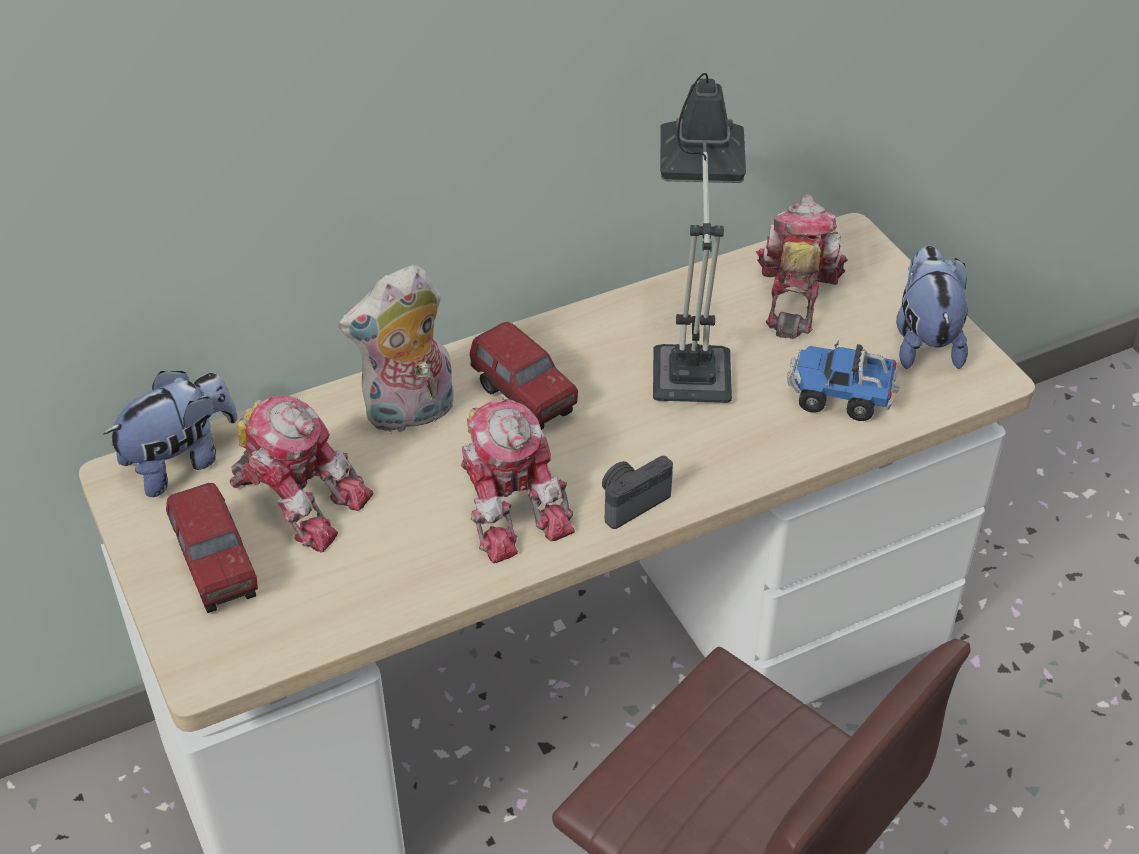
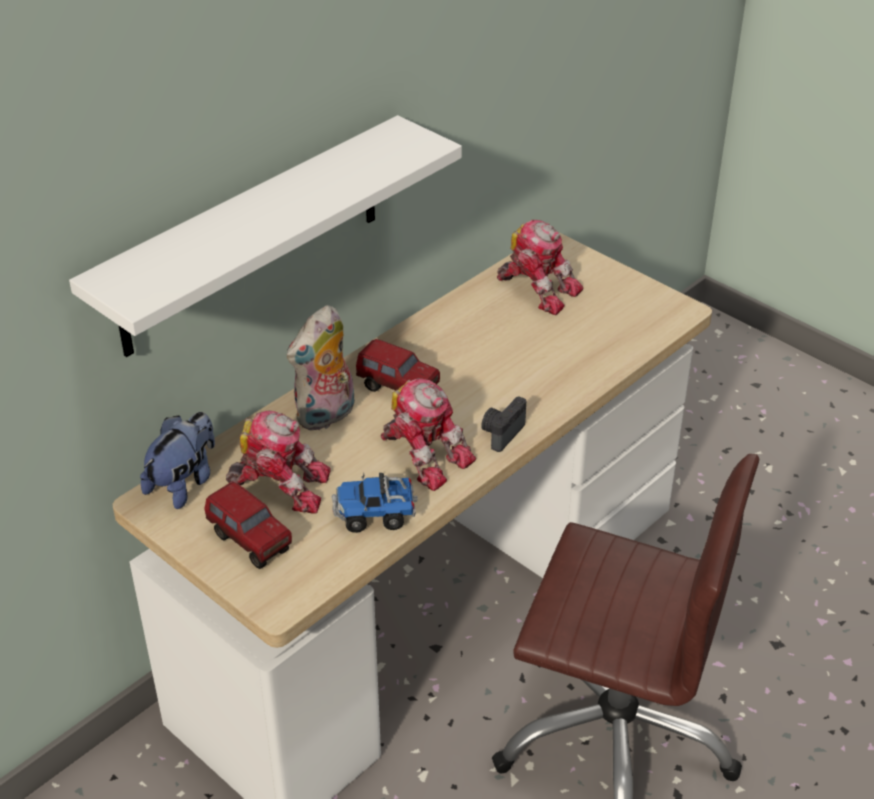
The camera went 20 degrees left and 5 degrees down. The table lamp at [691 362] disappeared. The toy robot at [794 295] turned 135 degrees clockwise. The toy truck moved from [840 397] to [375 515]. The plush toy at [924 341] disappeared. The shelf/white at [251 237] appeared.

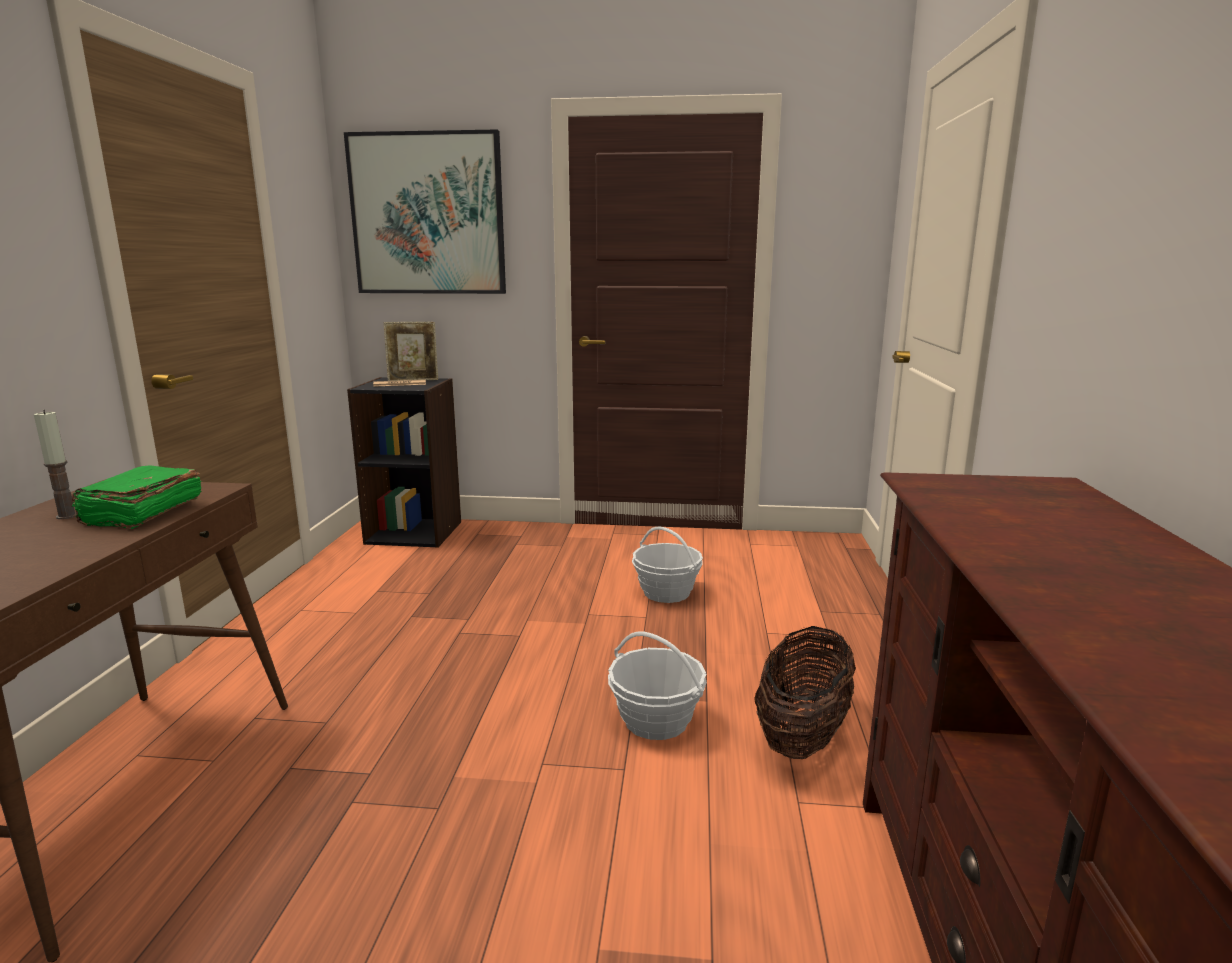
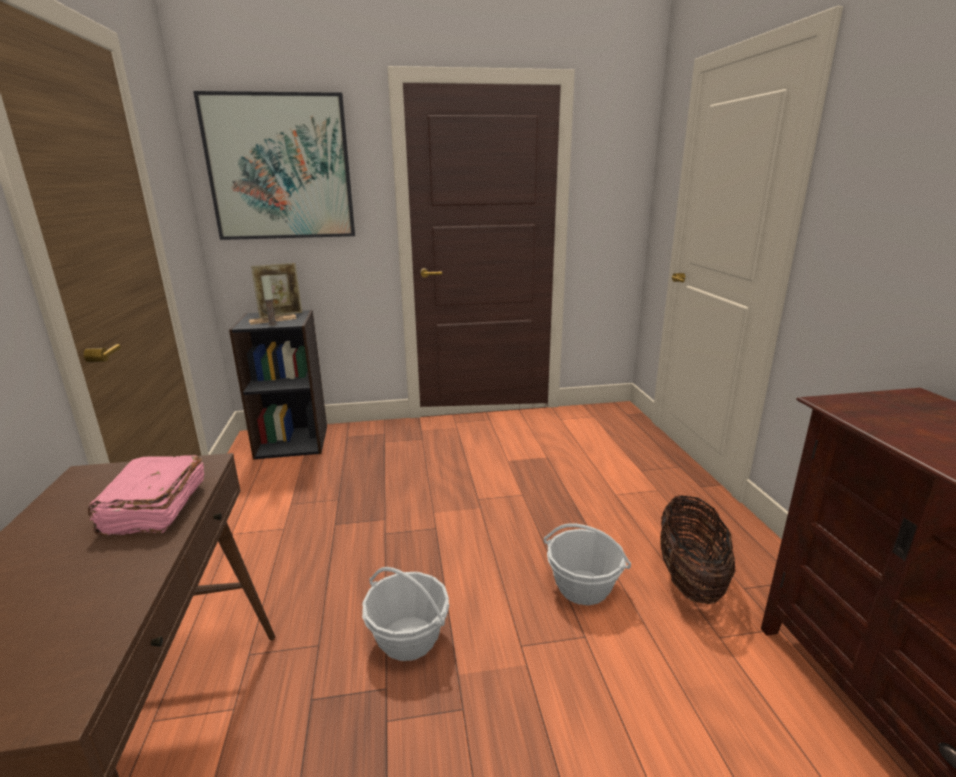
The camera went 15 degrees left and 5 degrees up. The candle moved from [67 516] to [272 324]. The book/green at [141 513] became the book/pink at [154 509]. The basket moved from [666 593] to [408 638].

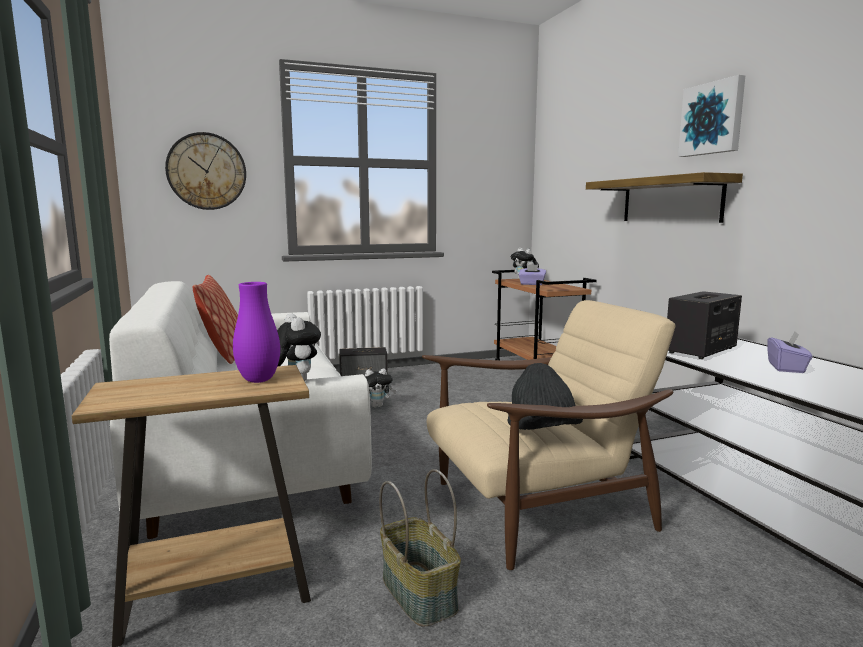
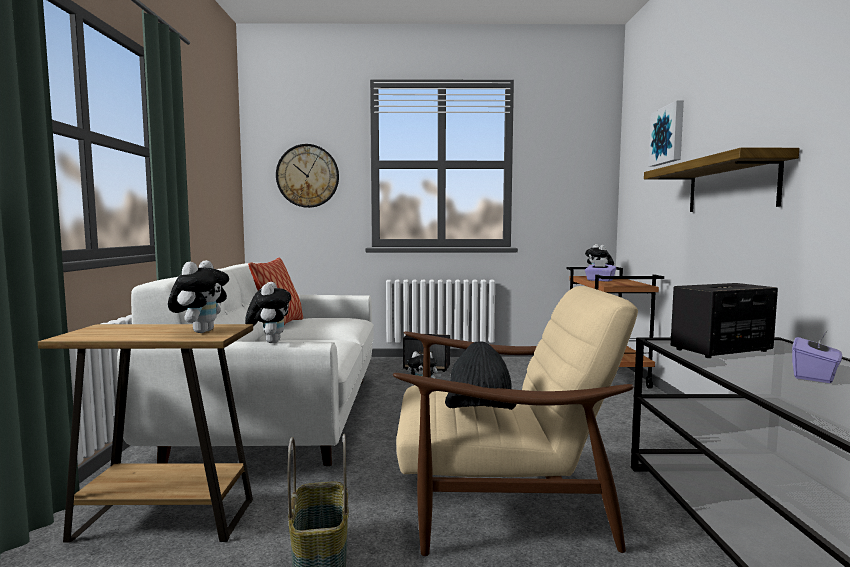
The camera went 20 degrees right and 5 degrees down. The vase/purple at [258 380] was replaced by the plush toy at [201 331]. The picture moved from [712 118] to [668 135].

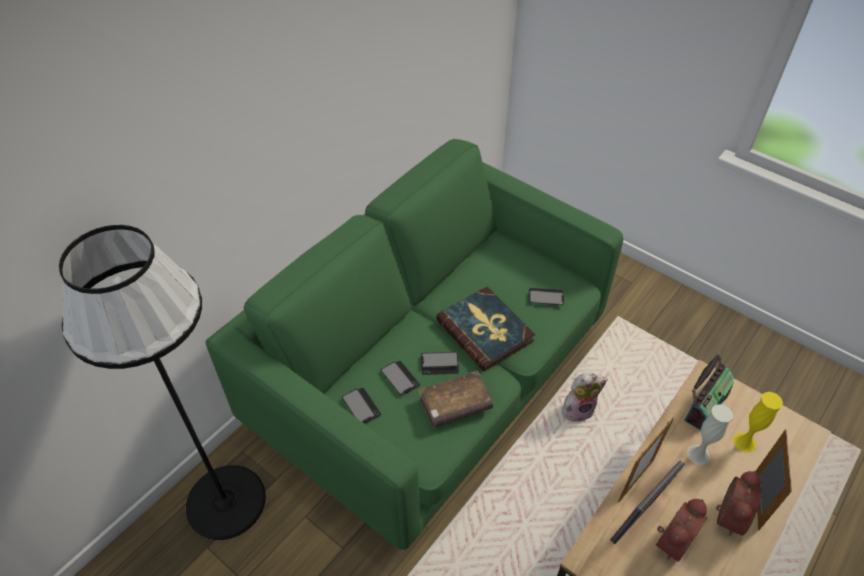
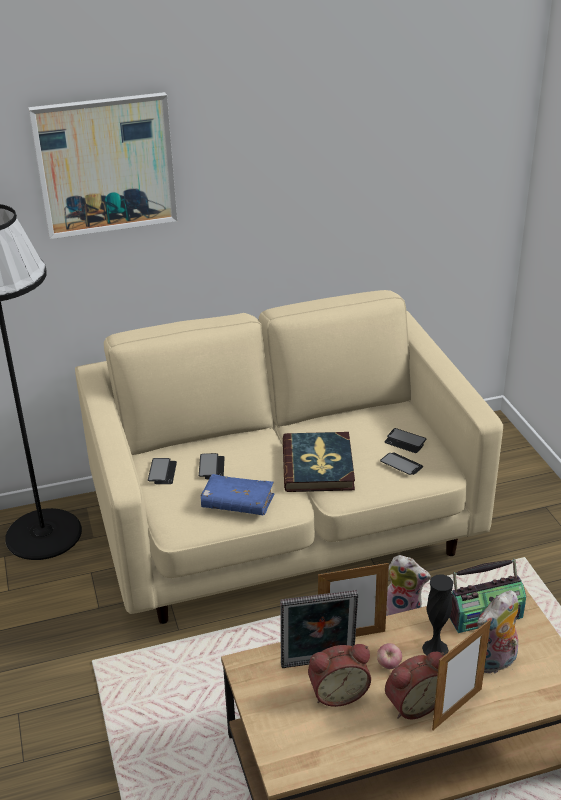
The camera went 35 degrees right and 15 degrees down. The sofa/green at [431 382] became the sofa/beige at [283 529]. The book/brown at [455 405] became the book/blue at [237 503]. The phone moved from [439 364] to [405 442]. The vase/white at [698 454] became the vase/black at [435 649]. The vase/yellow at [744 442] was replaced by the plush toy at [495 663]. The picture at [105 165] appeared. The apple at [389 665] appeared.

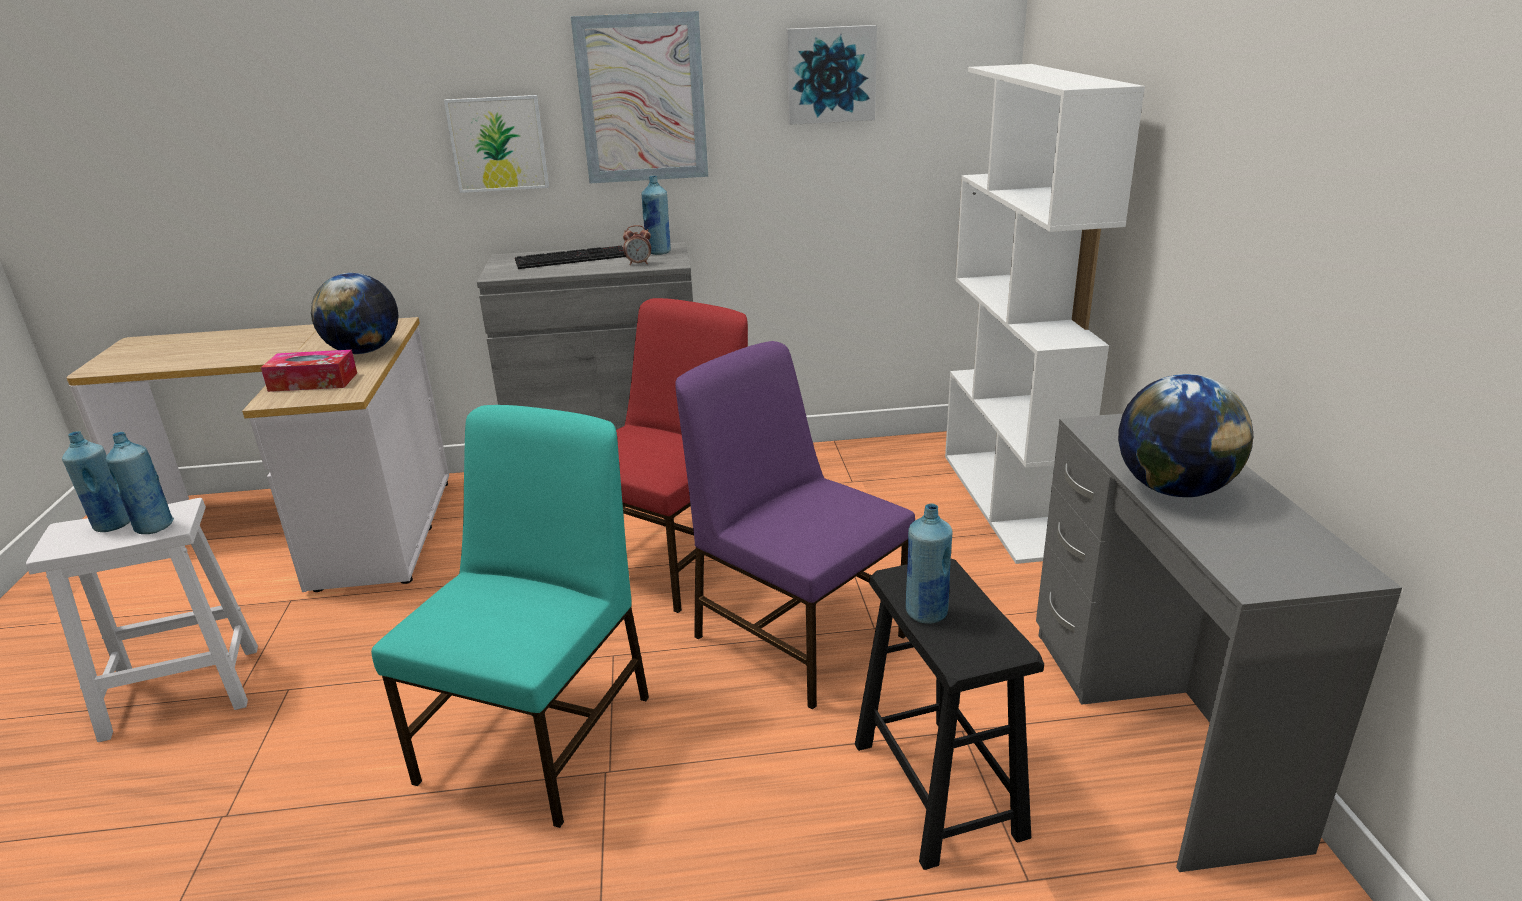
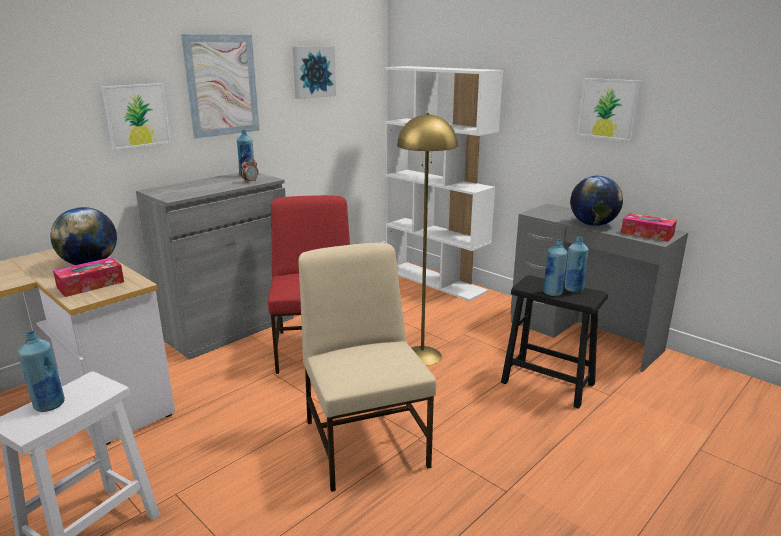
The camera went 40 degrees left and 5 degrees down. The bottle/blue moved from [154 526] to [573 289]. The chair/turquoise at [541 735] became the chair/beige at [366 441]. The keyboard at [572 258] disappeared. The chair/purple at [797 634] was replaced by the floor lamp/yellow at [422 355]. The picture at [608 109] appeared. The tissue box at [647 234] appeared.

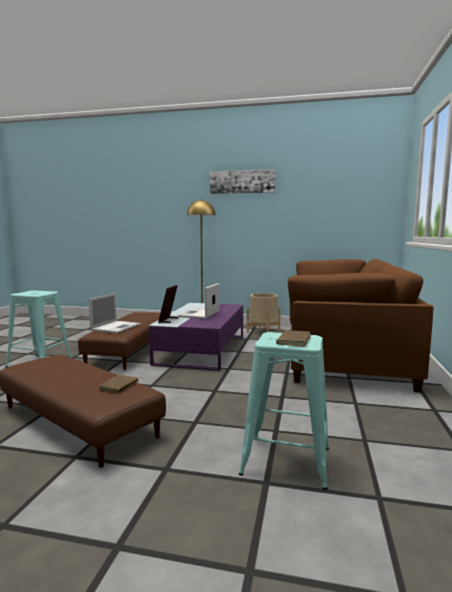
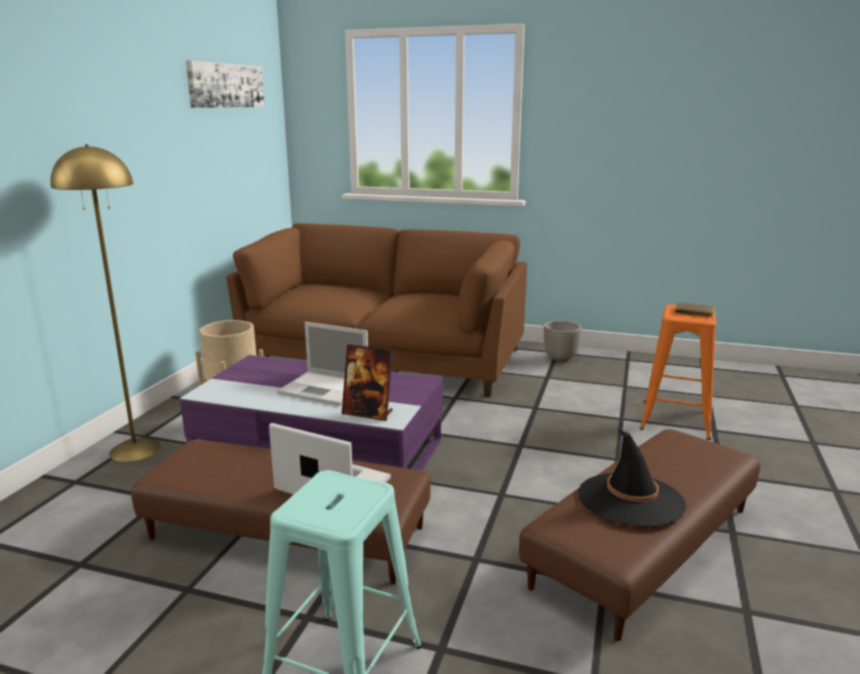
The camera went 85 degrees left and 10 degrees up. The book/brown at [120 386] disappeared. The picture moved from [242 182] to [225 85]. The stool/turquoise at [286 461] became the stool/orange at [676 419]. The planter at [561 358] appeared. The hat/black at [630 500] appeared.

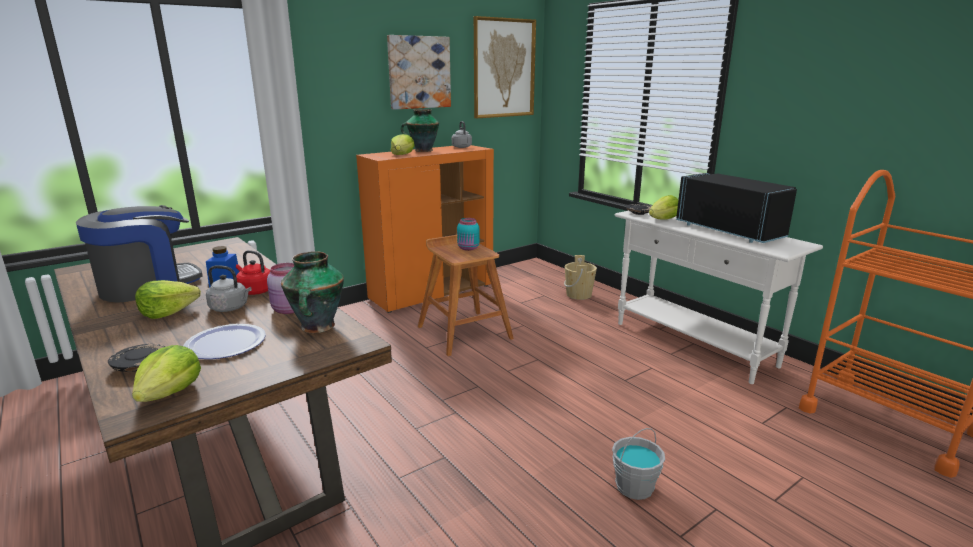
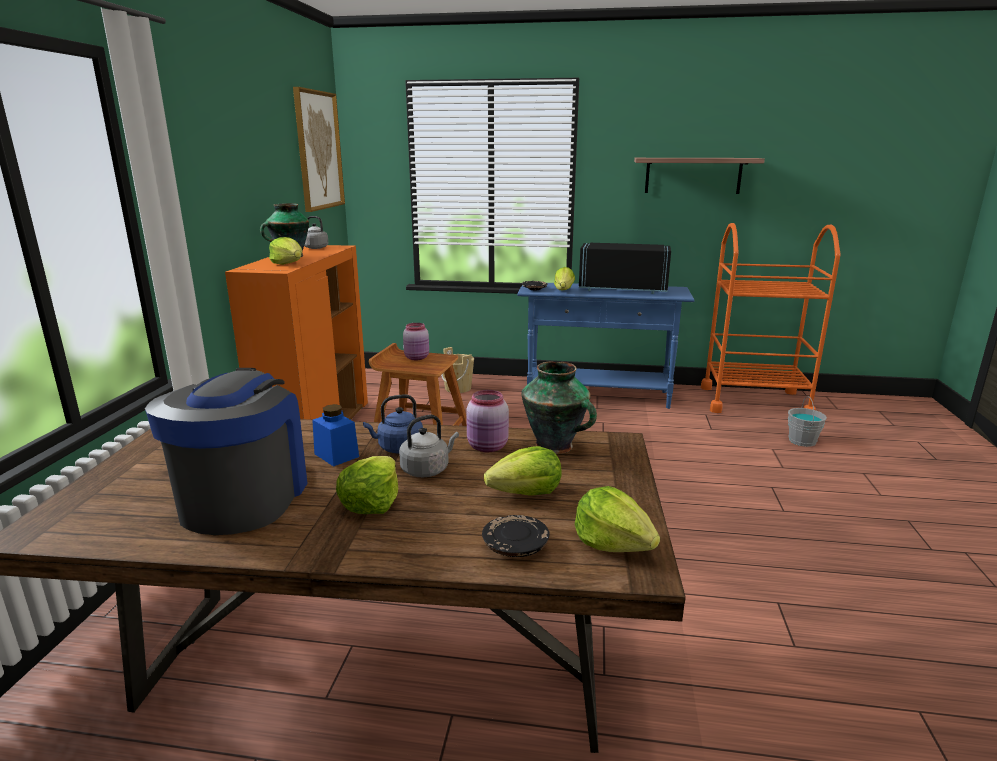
The camera went 45 degrees left and 0 degrees up. The plate at [225 343] was replaced by the lettuce at [526 493]. The kettle/red at [255 291] became the kettle/blue at [398 448]. The picture at [419 72] disappeared. The jar/turquoise at [468 248] became the jar/pink at [417 358]. The bucket/grey moved from [634 487] to [802 441]. The console table/white at [693 344] became the console table/blue at [598 396]. The shelf at [693 175] appeared.

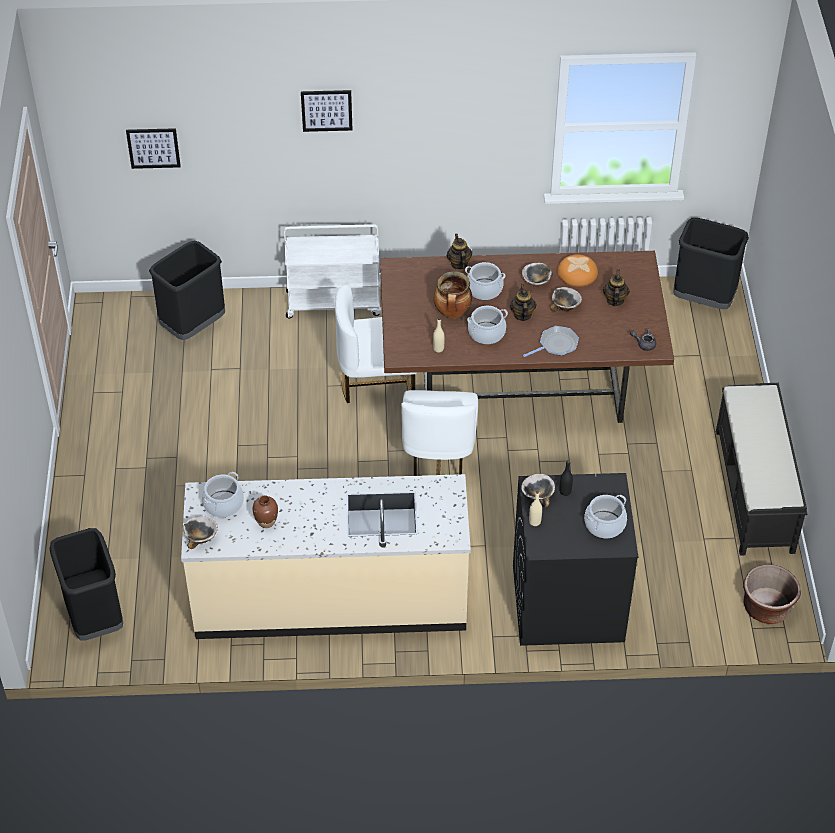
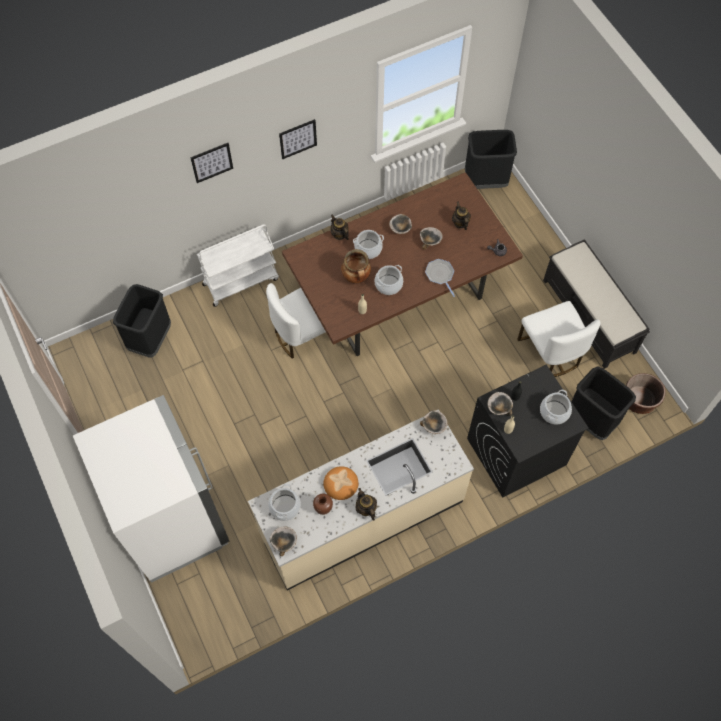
The camera went 25 degrees left and 15 degrees up. The trash can/black moved from [94 618] to [591 420]. The picture moved from [153 148] to [298 139]. The chair/white moved from [438 459] to [551 352]. The teapot moved from [522 315] to [366 509]. The frying pan at [556 345] turned 60 degrees counterclockwise. The bread moved from [577 273] to [340 484]. The fridge/white at [172 520] appeared. The bowl at [434 426] appeared.

